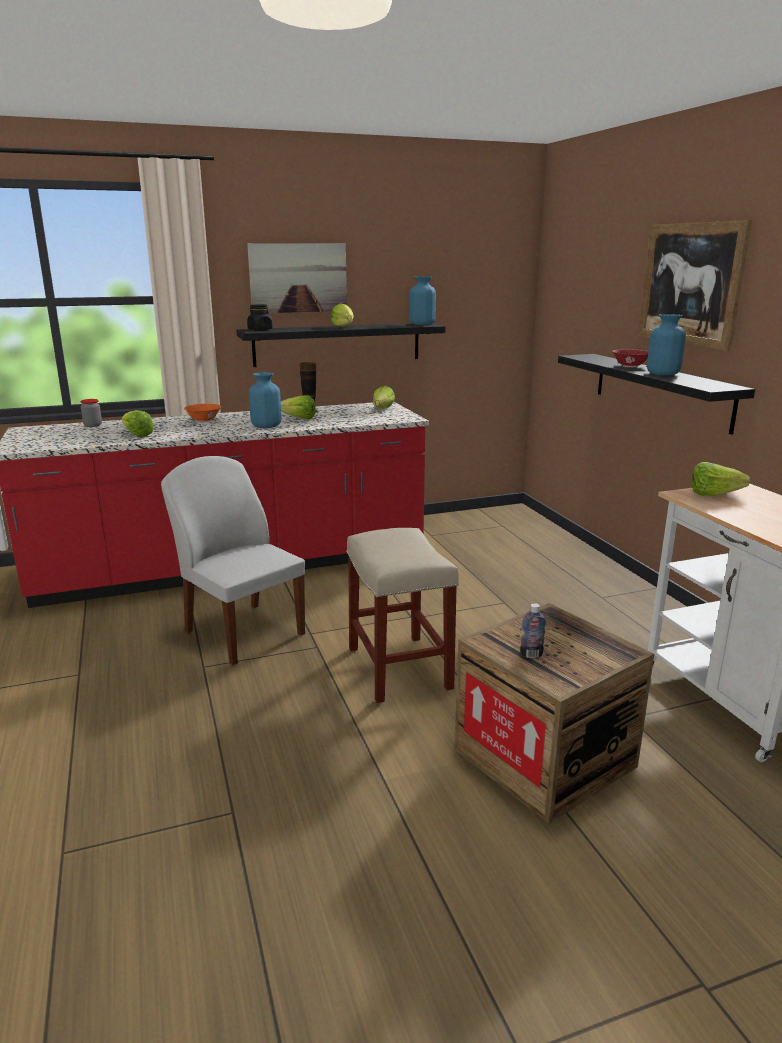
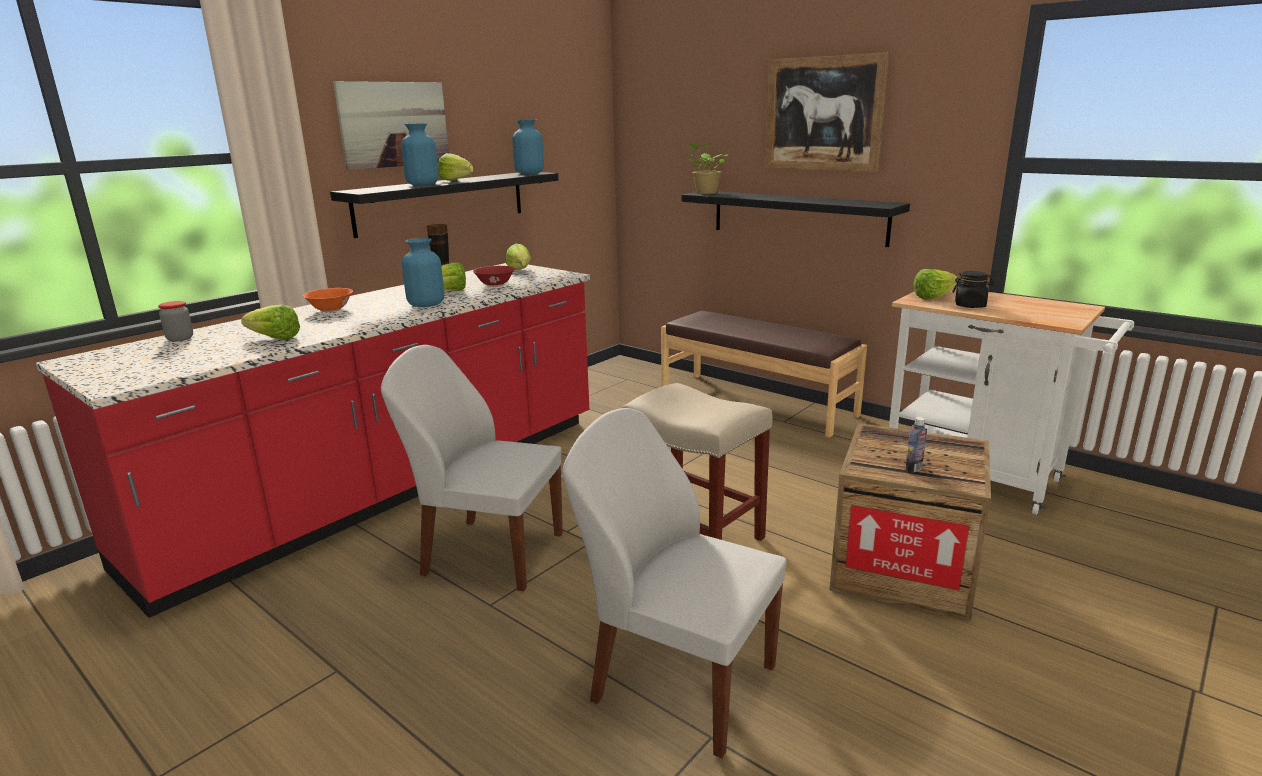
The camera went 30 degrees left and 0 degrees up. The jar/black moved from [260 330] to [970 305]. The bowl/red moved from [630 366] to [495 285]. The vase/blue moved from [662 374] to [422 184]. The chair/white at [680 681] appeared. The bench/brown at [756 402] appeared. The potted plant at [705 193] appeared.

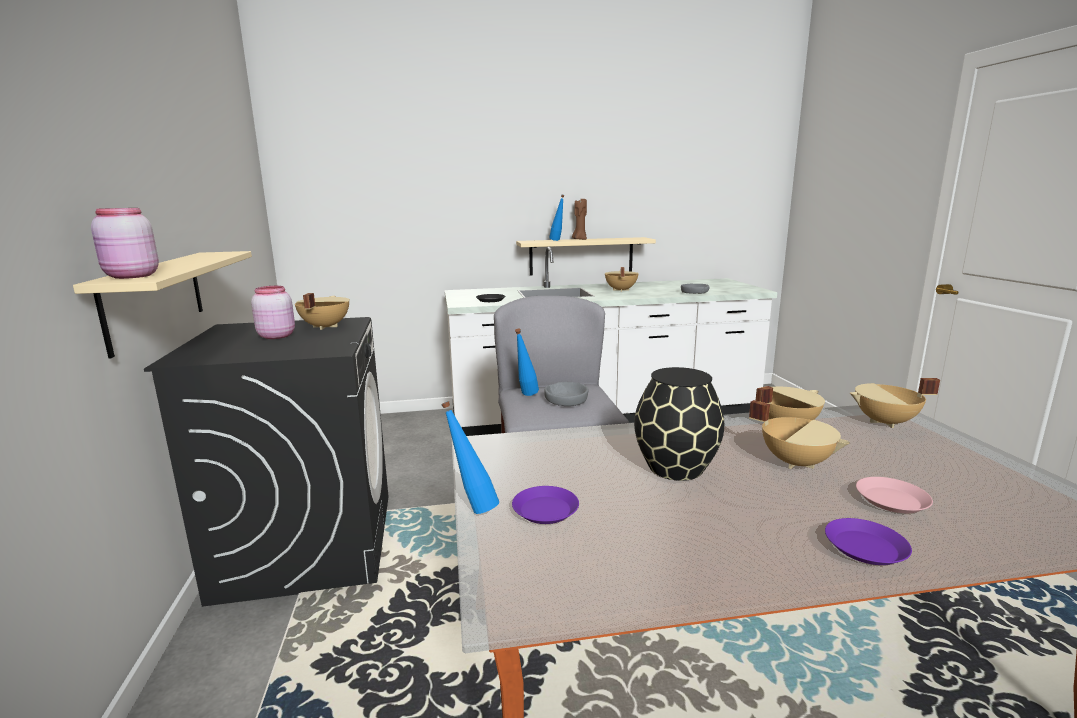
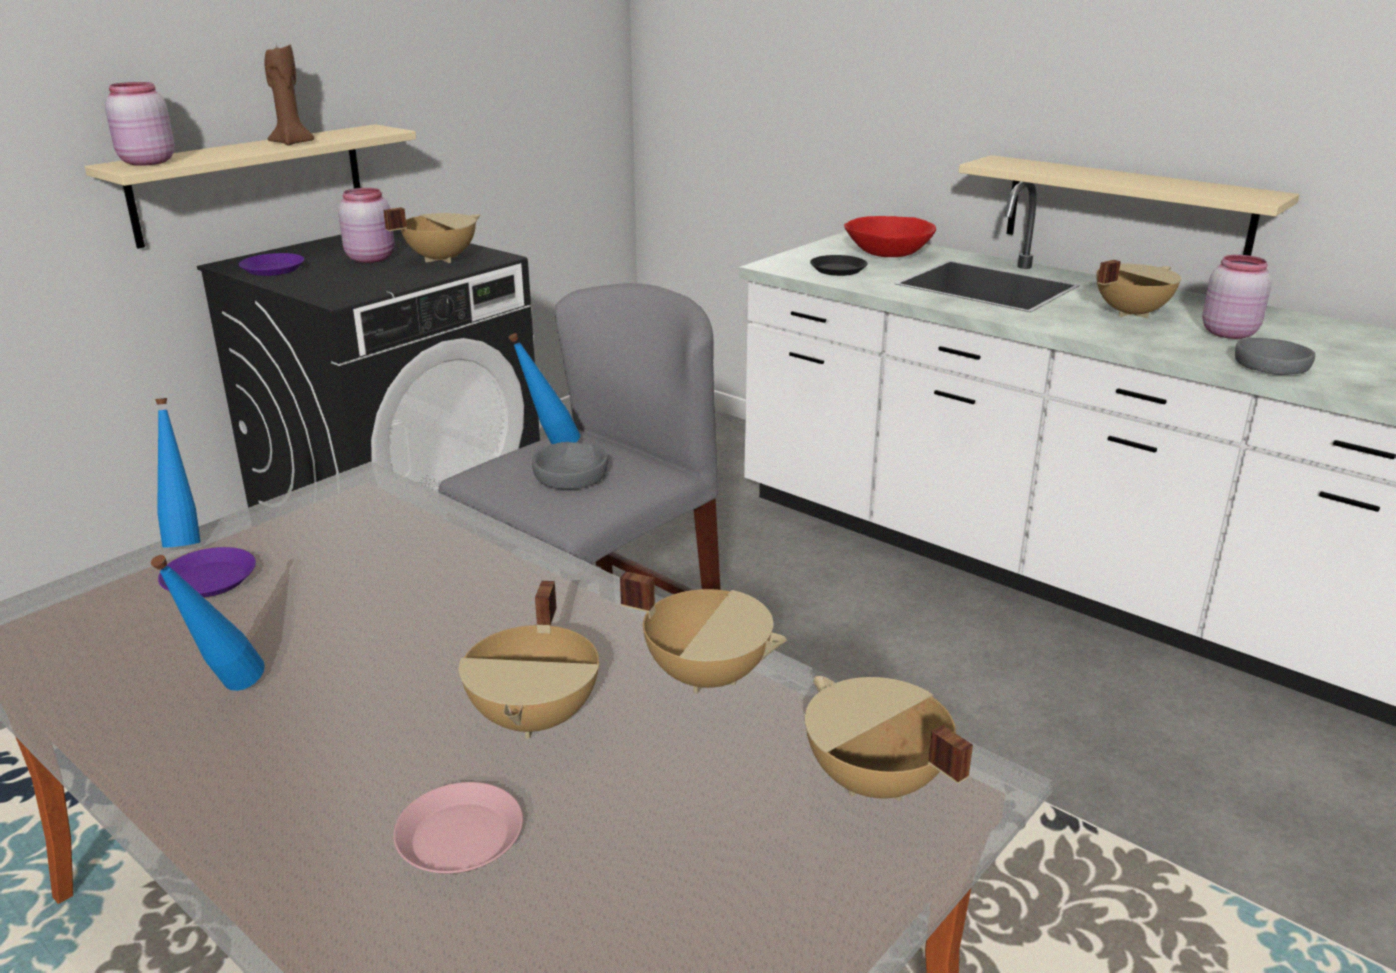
The camera went 50 degrees right and 10 degrees up. The bottle/blue moved from [557 240] to [226 693]. The candle/brown moved from [579 239] to [292 143]. The vase/black at [674 468] disappeared. The plate/purple moved from [865 548] to [272 269]. The bowl/red at [887 254] appeared. The jar/pink at [1227 332] appeared.

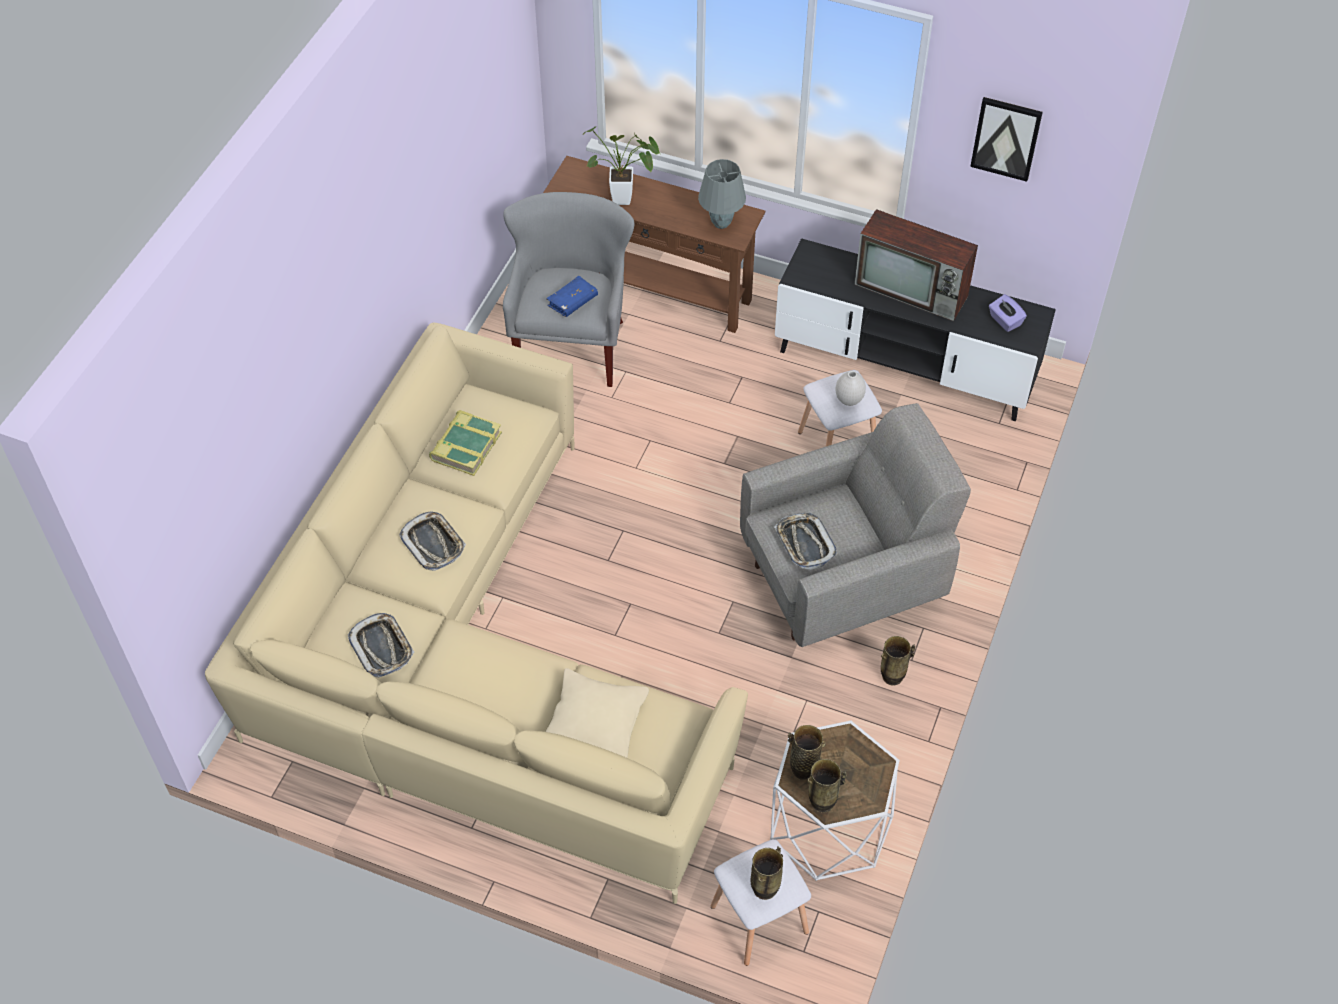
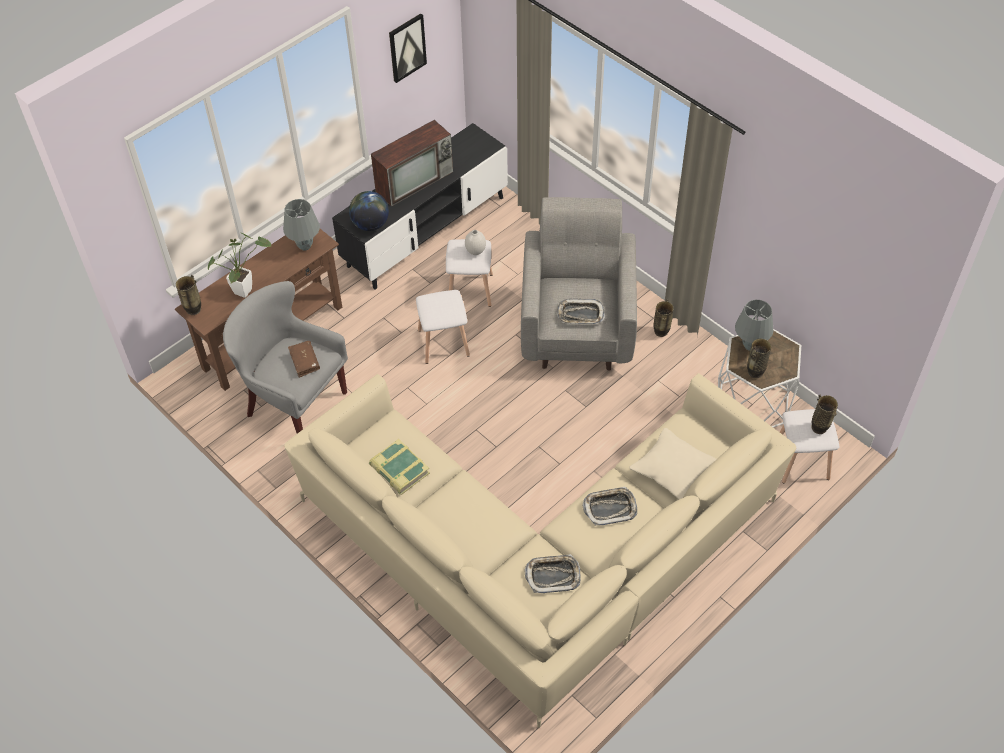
The camera went 65 degrees left and 0 degrees up. The tray moved from [433 543] to [610 508]. The book/blue at [572 301] became the book/brown at [304 361]. The vase moved from [822 803] to [194 310]. The tissue box/purple at [1005 321] disappeared. The globe at [370 224] appeared. The stool/white at [444 342] appeared. The table lamp/grey at [750 345] appeared.

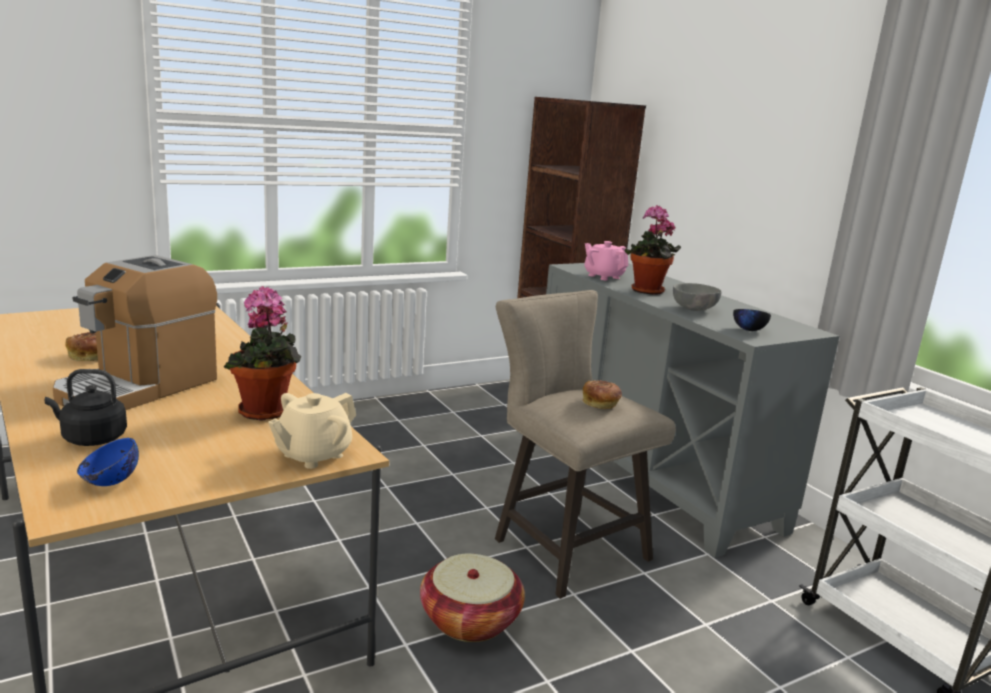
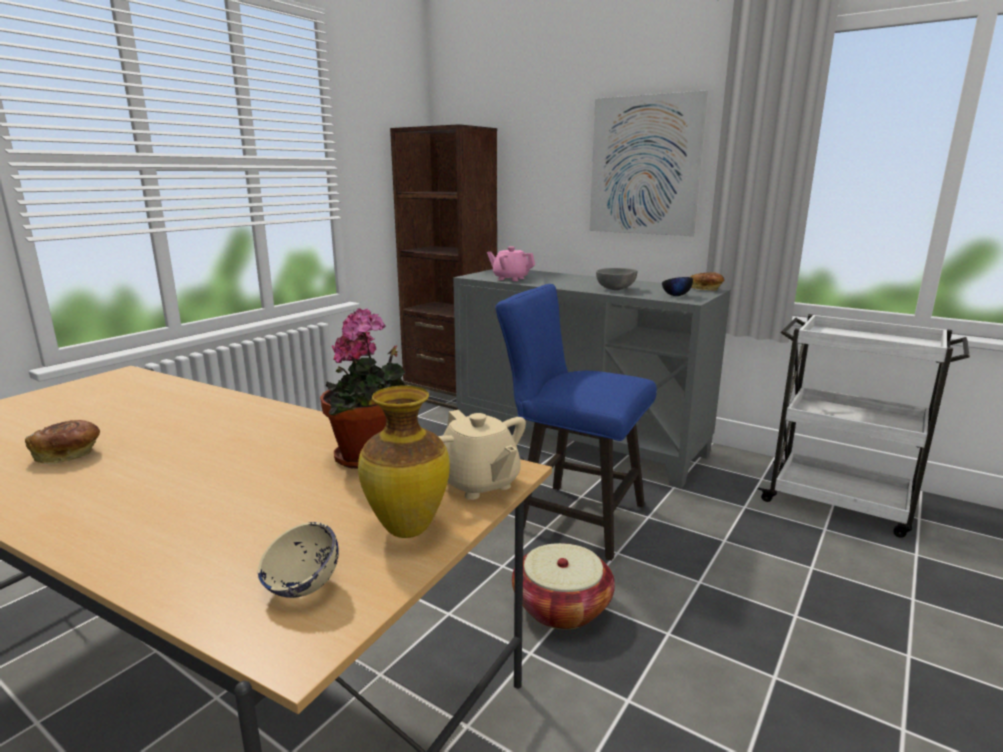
The camera went 25 degrees left and 0 degrees up. The kettle/black at [91 438] disappeared. The coffee machine at [139 387] disappeared. The bowl/blue at [110 482] became the bowl/beige at [302 588]. The teapot/beige at [312 455] turned 45 degrees counterclockwise. The stool/beige at [562 545] became the stool/blue at [571 516]. The bread moved from [600 404] to [706 289]. The potted plant at [646 291] disappeared. The vase at [406 529] appeared. The picture at [644 166] appeared.

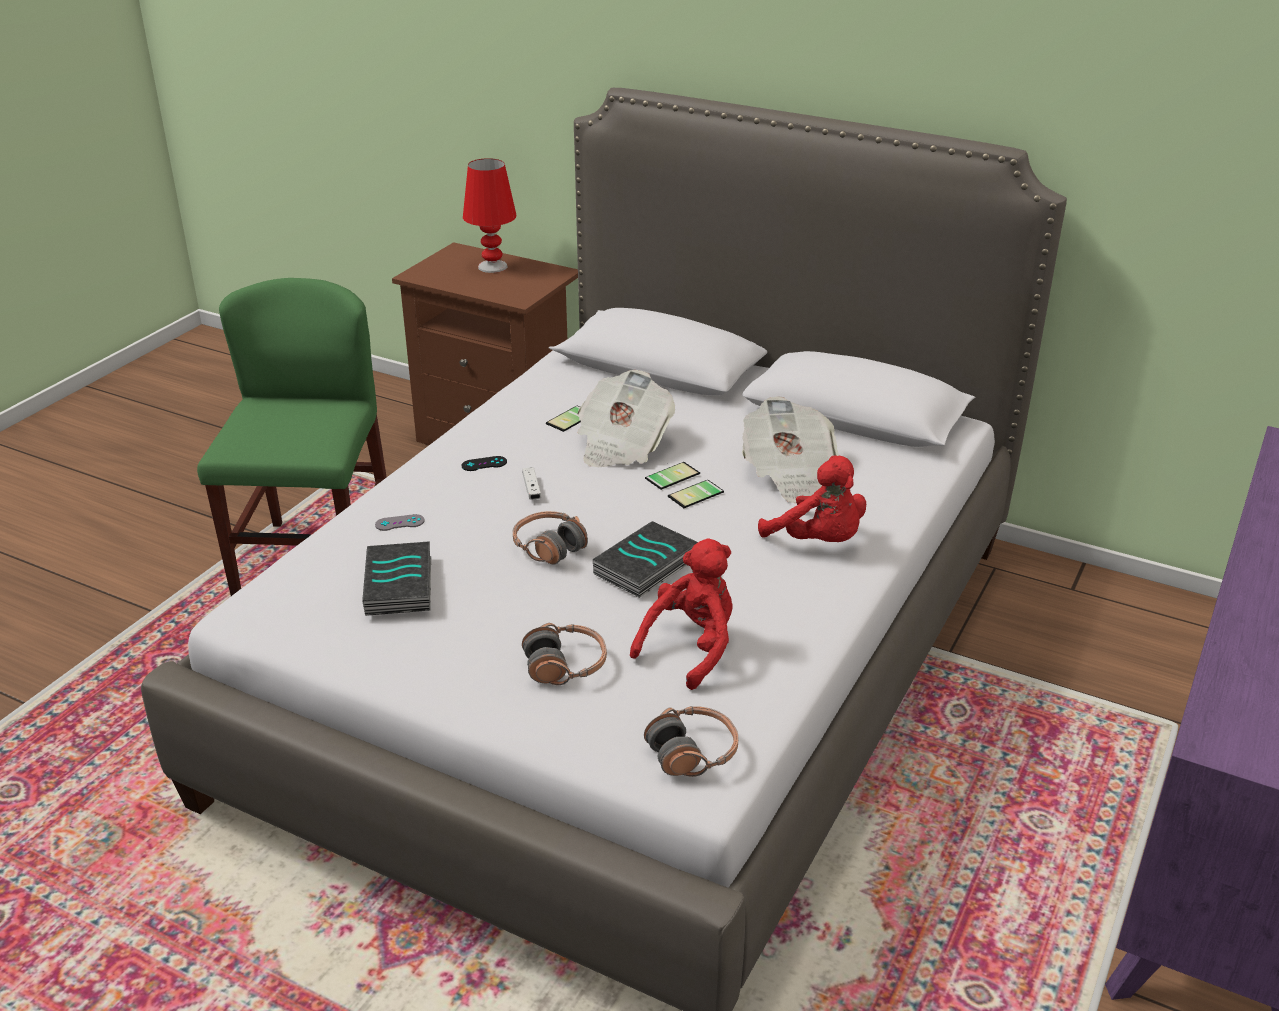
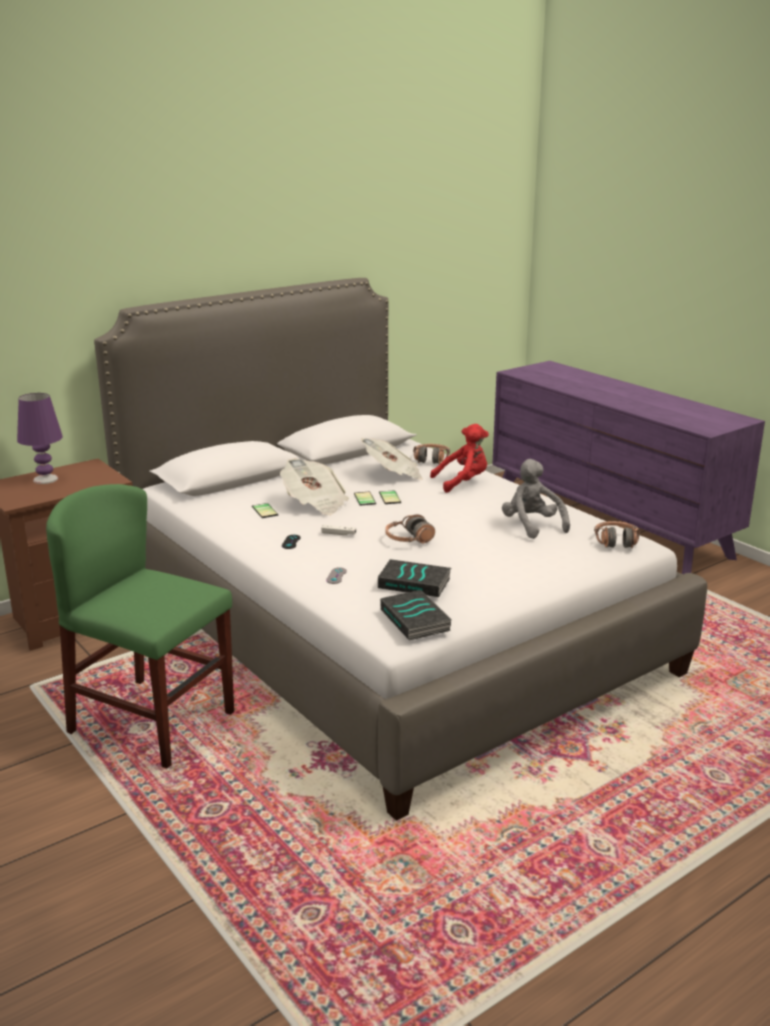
The camera went 65 degrees left and 10 degrees down. The table lamp/red at [492 266] became the table lamp/purple at [45 479]. The headphones moved from [565 666] to [431 459]. The book moved from [646 567] to [416 620]. The plush toy/red at [691 647] became the plush toy/grey at [532 526].

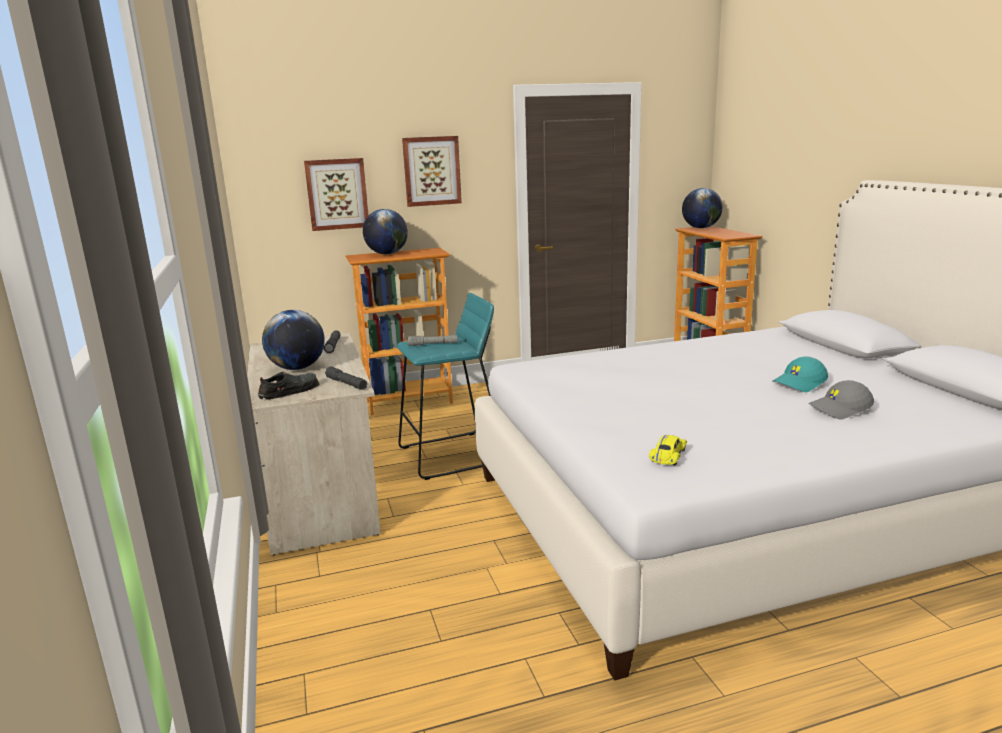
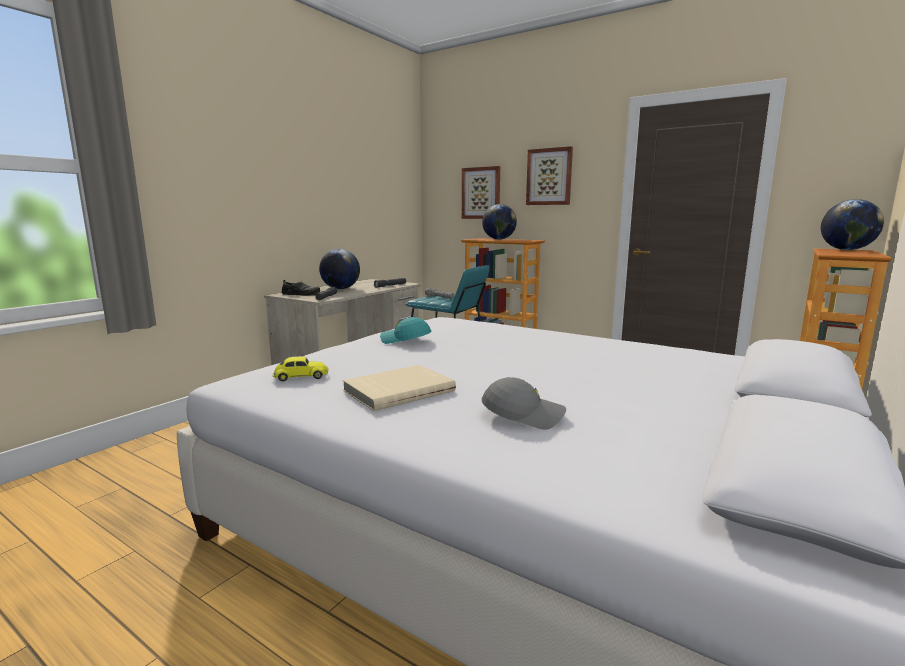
The camera went 50 degrees right and 5 degrees down. The cap/turquoise moved from [800 384] to [405 340]. The cap/grey at [840 409] turned 150 degrees clockwise. The book/beige at [398 390] appeared.

